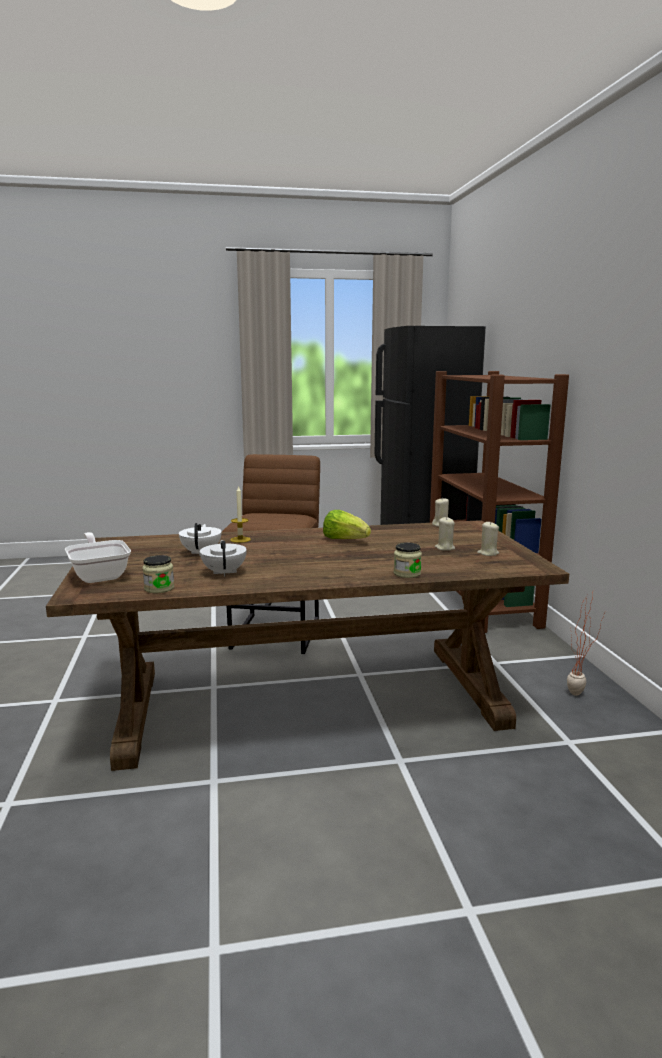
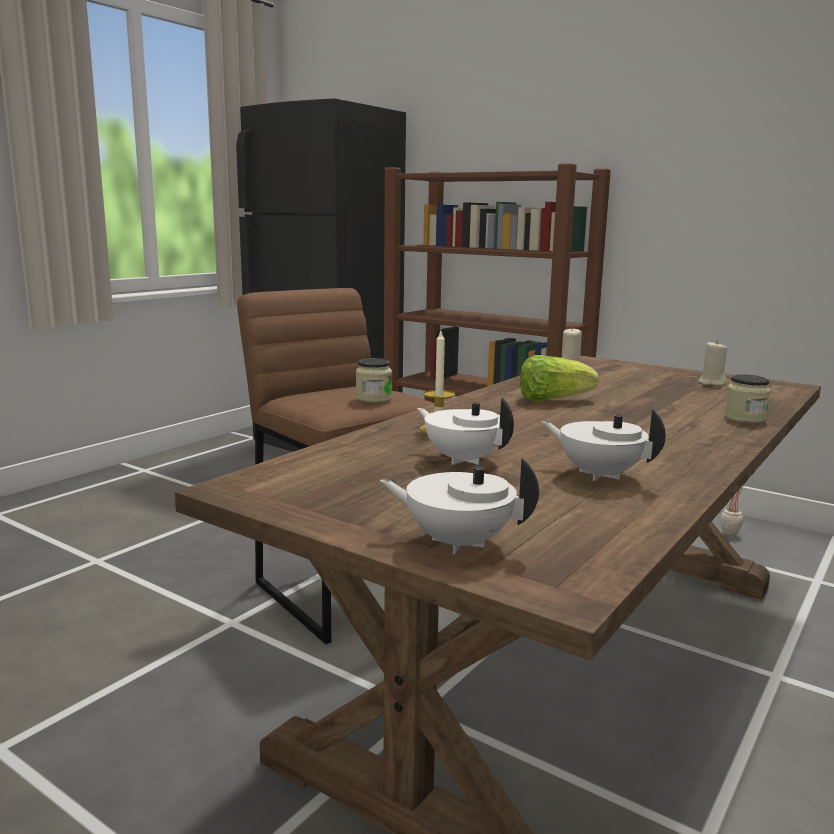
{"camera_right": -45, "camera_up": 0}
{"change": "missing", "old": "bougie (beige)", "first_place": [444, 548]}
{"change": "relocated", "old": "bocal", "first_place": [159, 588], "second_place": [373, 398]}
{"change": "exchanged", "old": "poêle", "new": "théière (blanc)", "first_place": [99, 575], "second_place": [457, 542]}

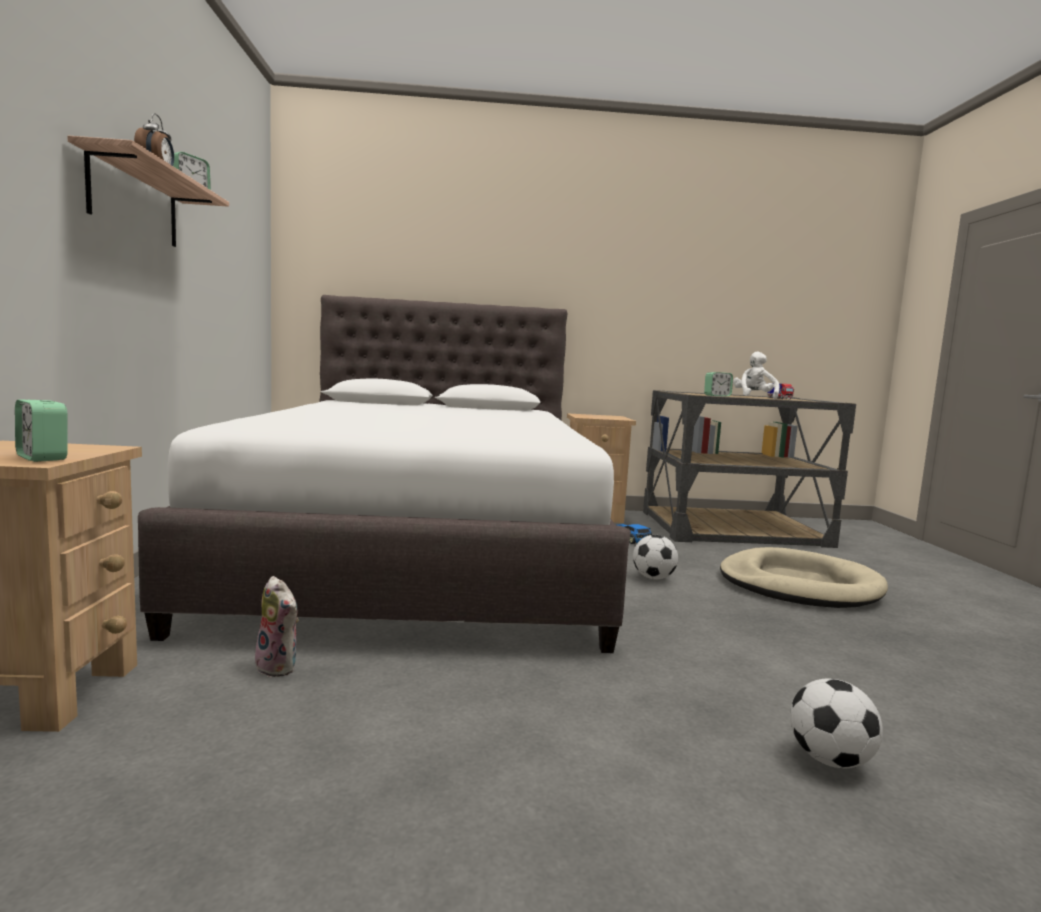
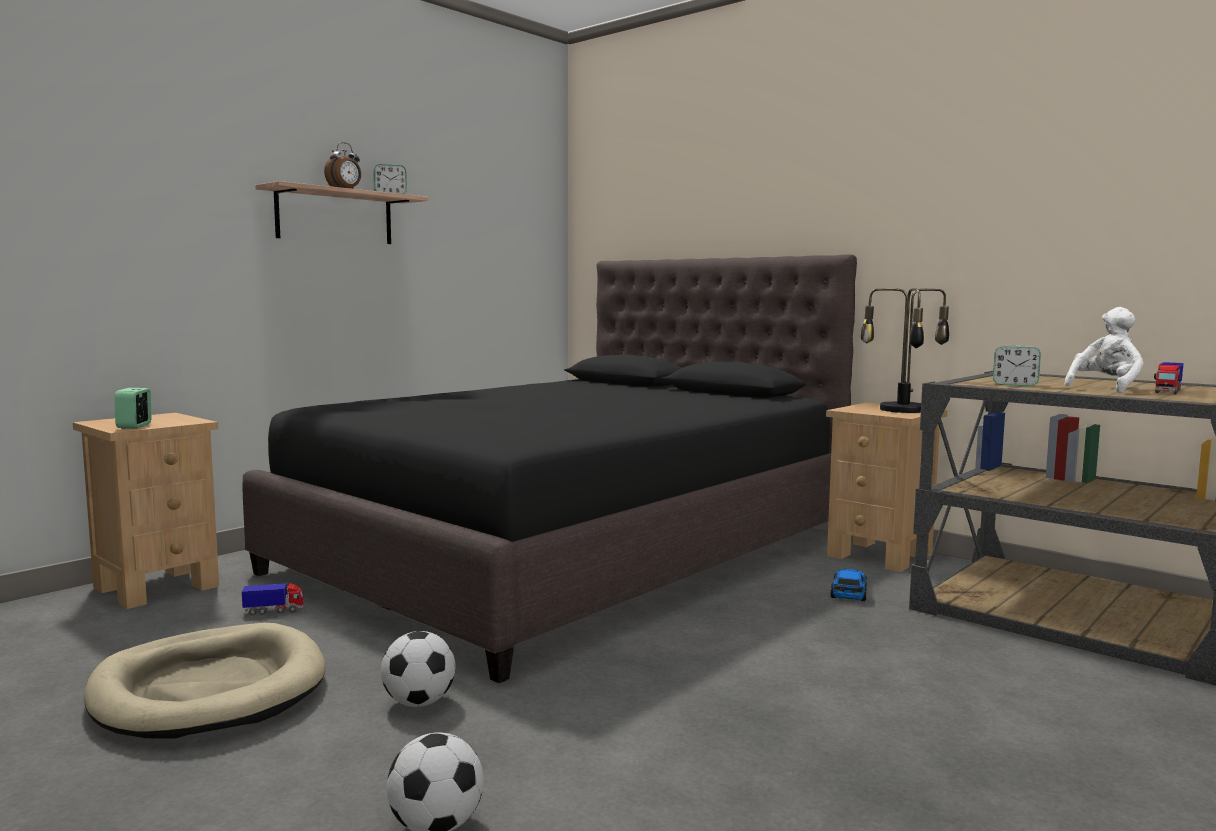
{"camera_right": 45, "camera_up": 0}
{"change": "appeared", "new": "lampe de table", "second_place": [902, 410]}
{"change": "relocated", "old": "ballon de foot", "first_place": [653, 578], "second_place": [419, 702]}
{"change": "relocated", "old": "panier pour chien (beige)", "first_place": [798, 585], "second_place": [209, 689]}
{"change": "exchanged", "old": "peluche", "new": "camion jouet", "first_place": [280, 666], "second_place": [274, 611]}
{"change": "colour", "old": "lit (blanc)", "new": "lit (noir)", "first_place": [422, 550], "second_place": [572, 553]}

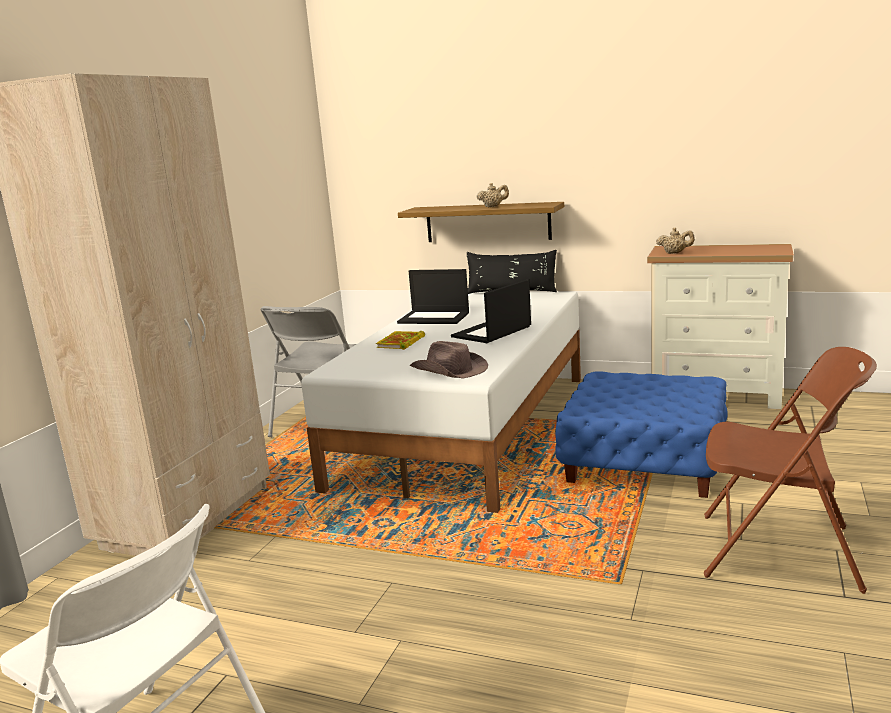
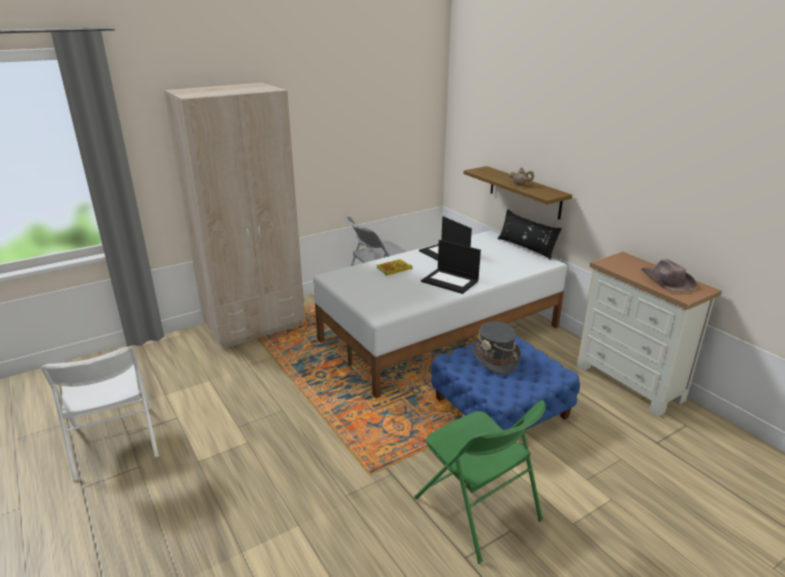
{"camera_right": 35, "camera_up": 10}
{"change": "missing", "old": "théière (beige)", "first_place": [675, 253]}
{"change": "appeared", "new": "chapeau (gris)", "second_place": [495, 358]}
{"change": "relocated", "old": "chapeau (marron)", "first_place": [449, 370], "second_place": [666, 281]}
{"change": "colour", "old": "chaise (marron)", "new": "chaise (vert)", "first_place": [777, 551], "second_place": [476, 509]}
{"change": "spun", "old": "ordinateur portable", "first_place": [491, 332], "second_place": [450, 281], "degrees": -135}

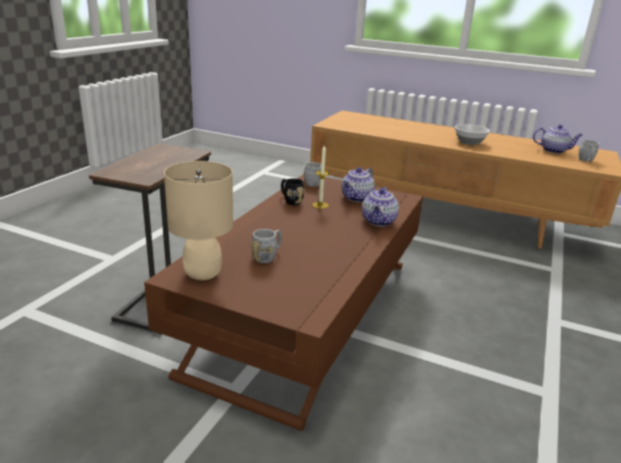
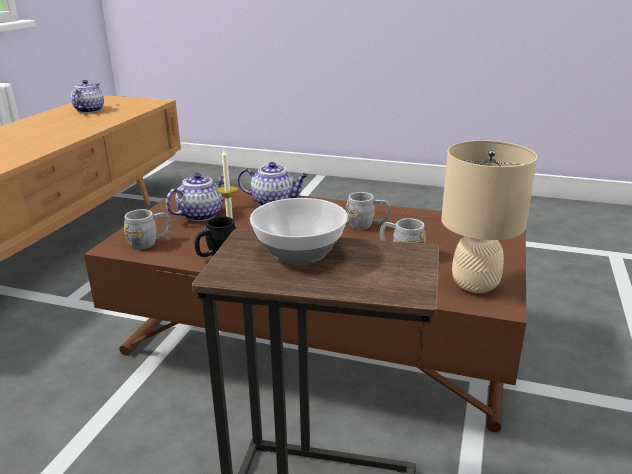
{"camera_right": -95, "camera_up": 0}
{"change": "relocated", "old": "bol", "first_place": [470, 142], "second_place": [301, 252]}
{"change": "relocated", "old": "mug (gris)", "first_place": [586, 161], "second_place": [367, 225]}
{"change": "spun", "old": "théière", "first_place": [356, 198], "second_place": [201, 214], "degrees": -75}

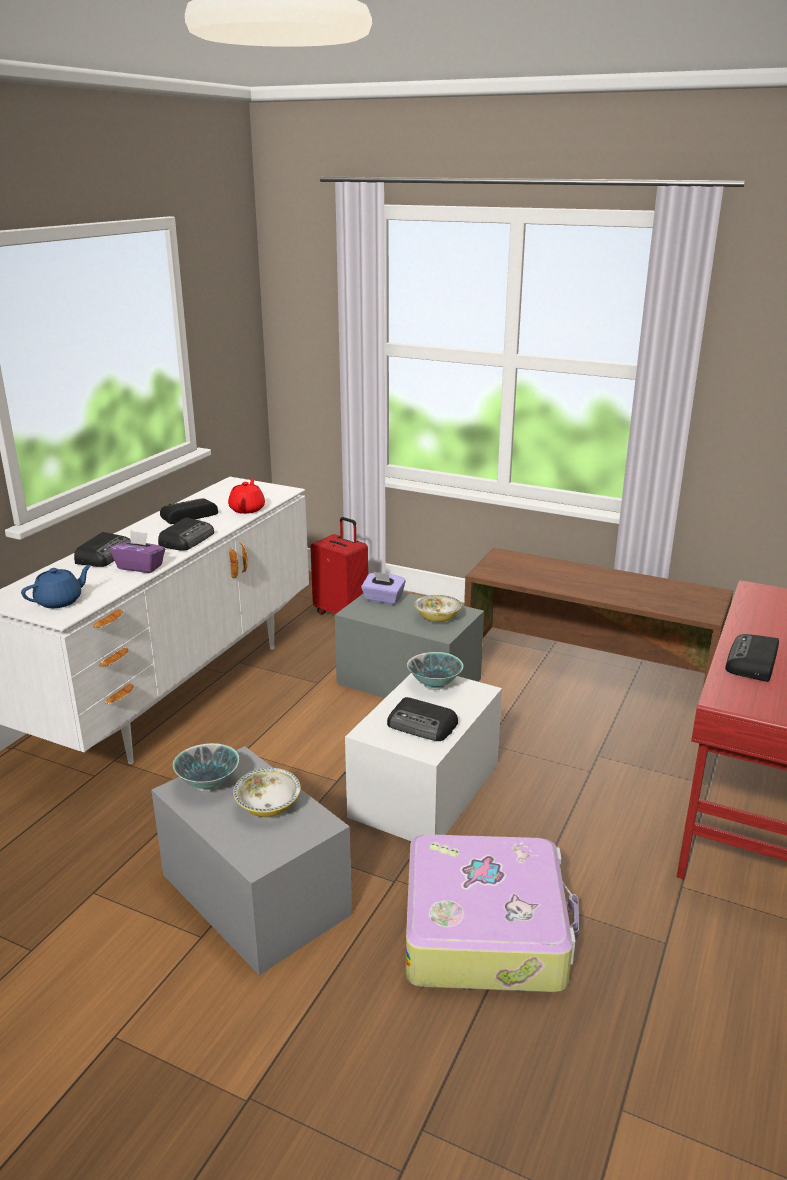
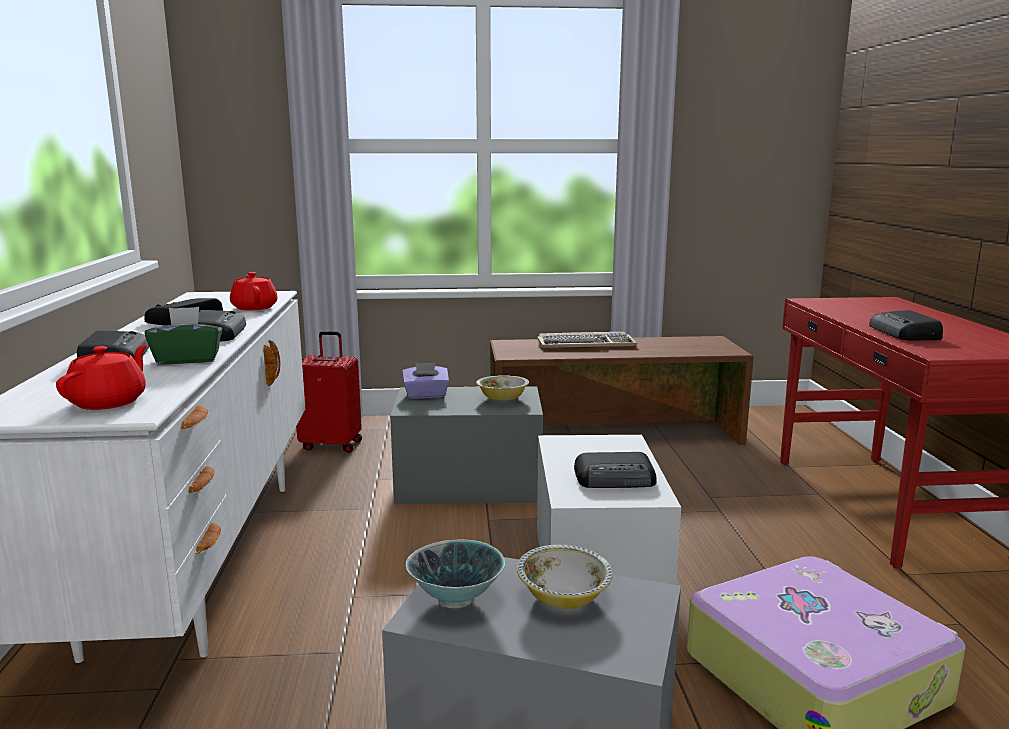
{"camera_right": -30, "camera_up": -10}
{"change": "missing", "old": "bol", "first_place": [435, 685]}
{"change": "appeared", "new": "clavier", "second_place": [586, 344]}
{"change": "colour", "old": "théière (bleu)", "new": "théière (rouge)", "first_place": [60, 601], "second_place": [109, 402]}
{"change": "colour", "old": "boîte à mouchoirs (violet)", "new": "boîte à mouchoirs (vert)", "first_place": [140, 567], "second_place": [188, 359]}

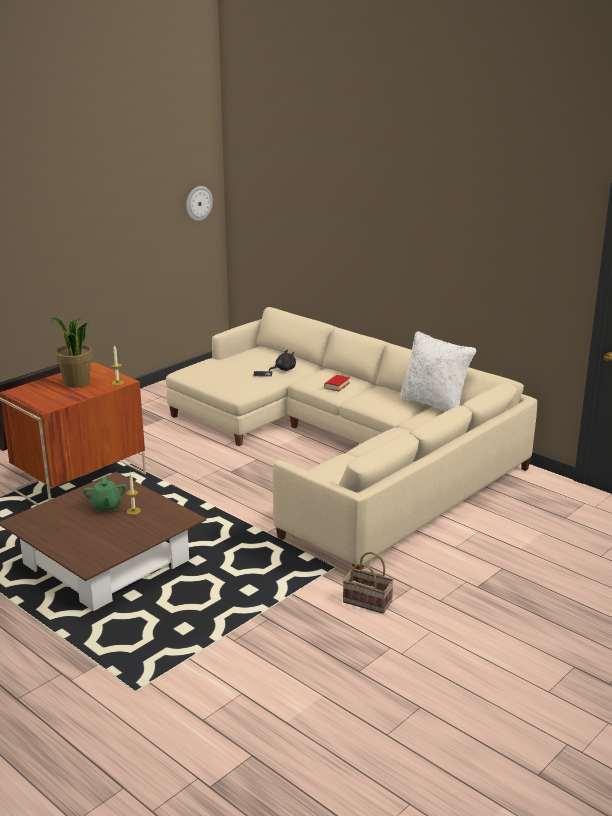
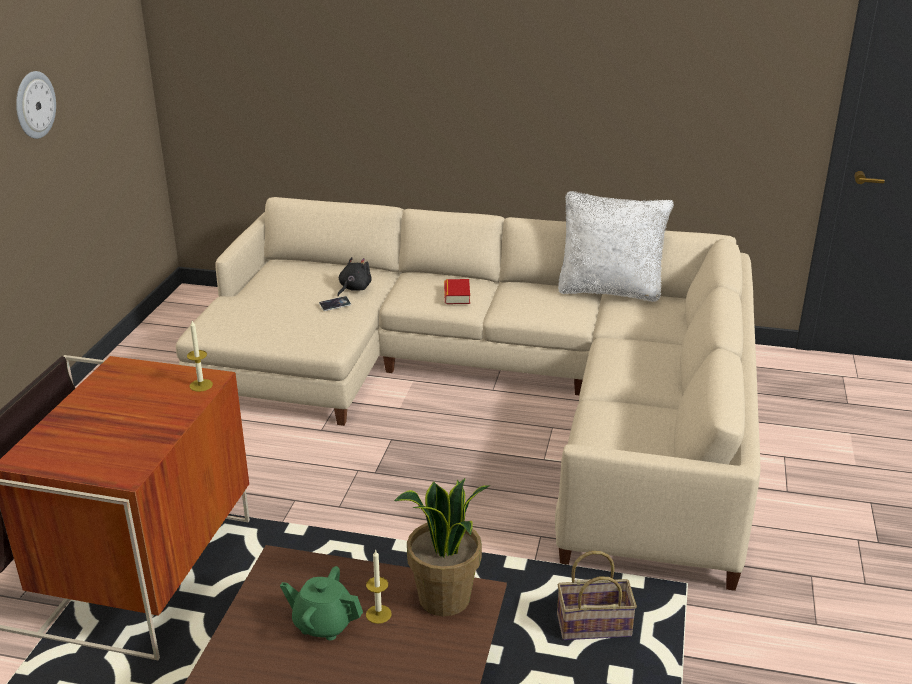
{"camera_right": -30, "camera_up": 5}
{"change": "relocated", "old": "plante en pot", "first_place": [76, 383], "second_place": [444, 599]}
{"change": "relocated", "old": "horloge murale", "first_place": [198, 203], "second_place": [34, 105]}
{"change": "relocated", "old": "panier", "first_place": [369, 601], "second_place": [595, 624]}
{"change": "spun", "old": "théière (vert)", "first_place": [106, 507], "second_place": [323, 624], "degrees": 150}

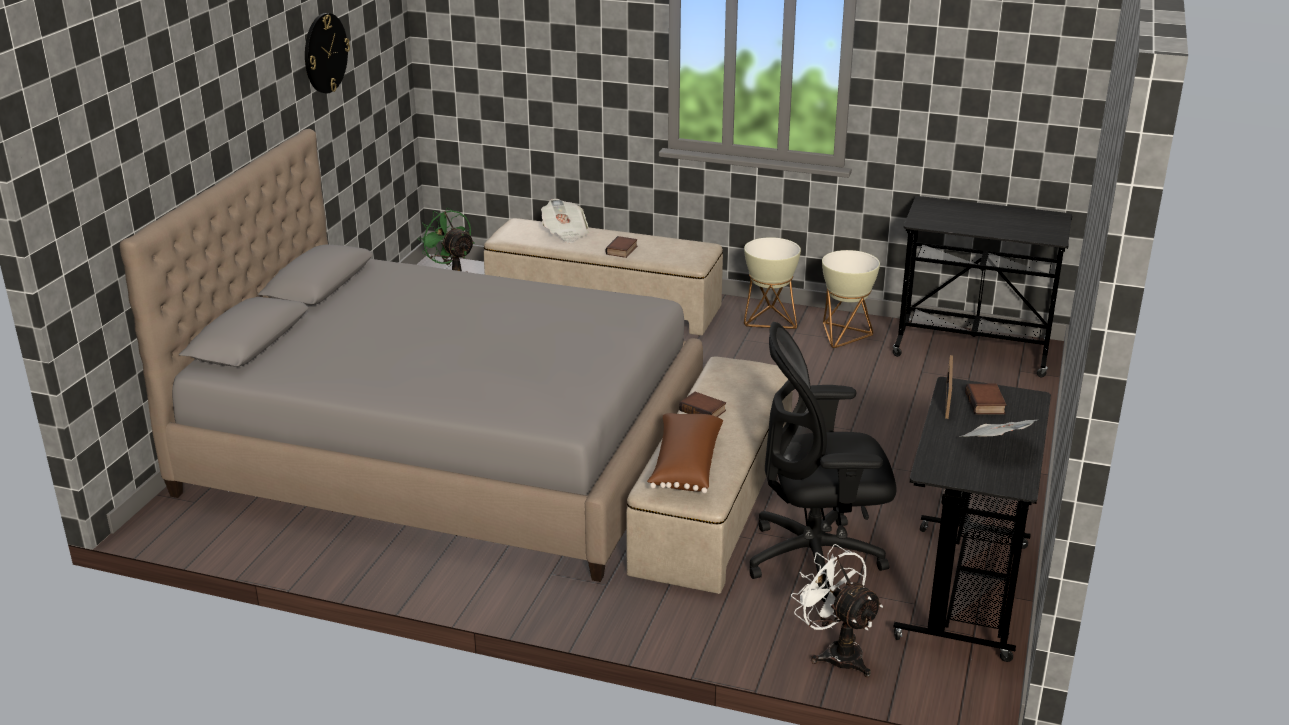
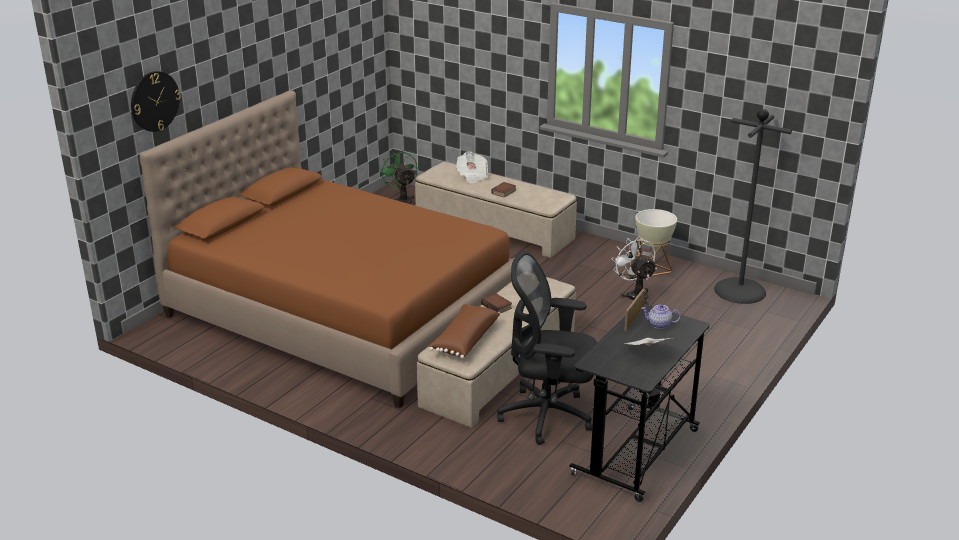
{"camera_right": 15, "camera_up": 0}
{"change": "missing", "old": "cache-pot", "first_place": [768, 320]}
{"change": "relocated", "old": "horloge murale", "first_place": [325, 53], "second_place": [154, 101]}
{"change": "relocated", "old": "ventilateur (blanc)", "first_place": [836, 653], "second_place": [635, 295]}
{"change": "exchanged", "old": "bureau (noir)", "new": "portant (noir)", "first_place": [972, 348], "second_place": [740, 291]}
{"change": "exchanged", "old": "livre", "new": "théière", "first_place": [986, 403], "second_place": [659, 324]}
{"change": "colour", "old": "lit (gris)", "new": "lit (marron)", "first_place": [445, 452], "second_place": [342, 312]}

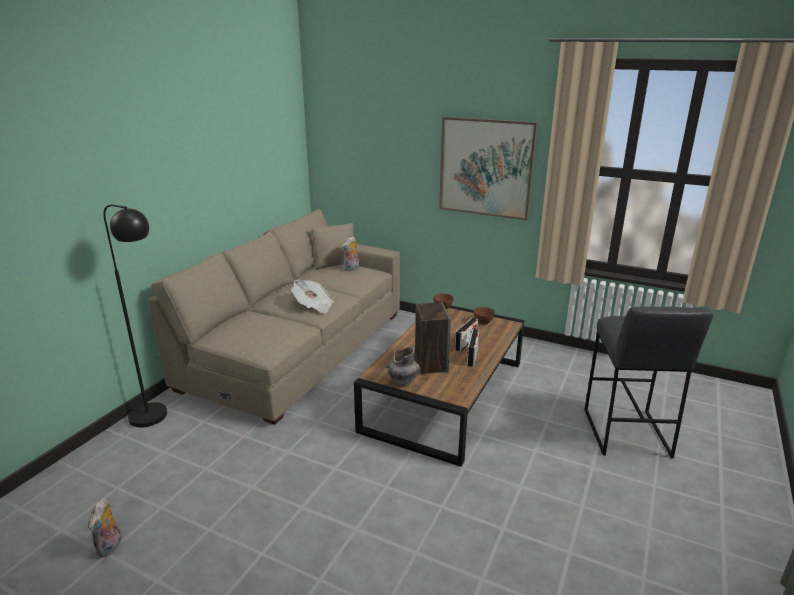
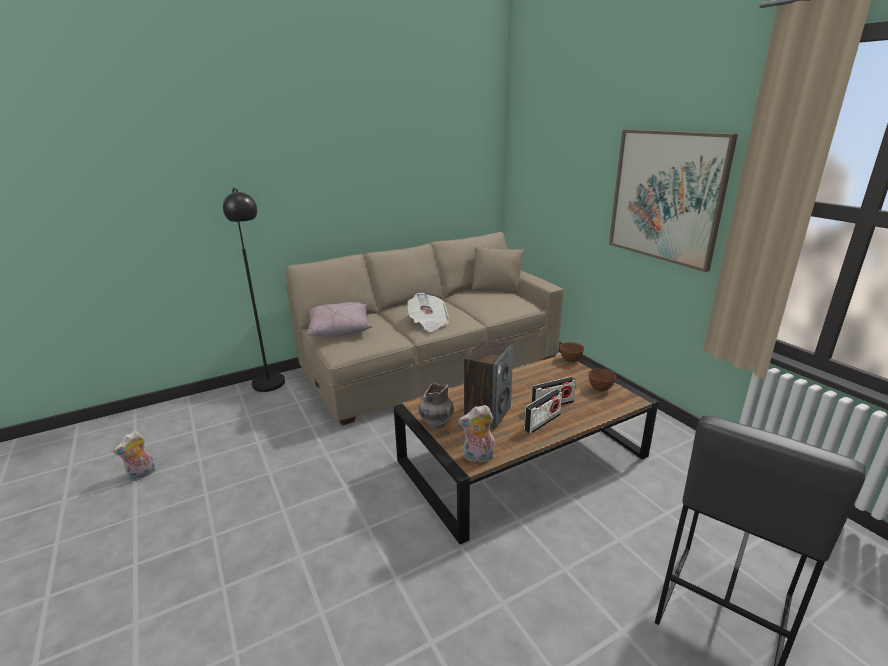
{"camera_right": 35, "camera_up": 0}
{"change": "appeared", "new": "coussin (violet)", "second_place": [339, 329]}
{"change": "relocated", "old": "peluche", "first_place": [351, 269], "second_place": [478, 458]}

